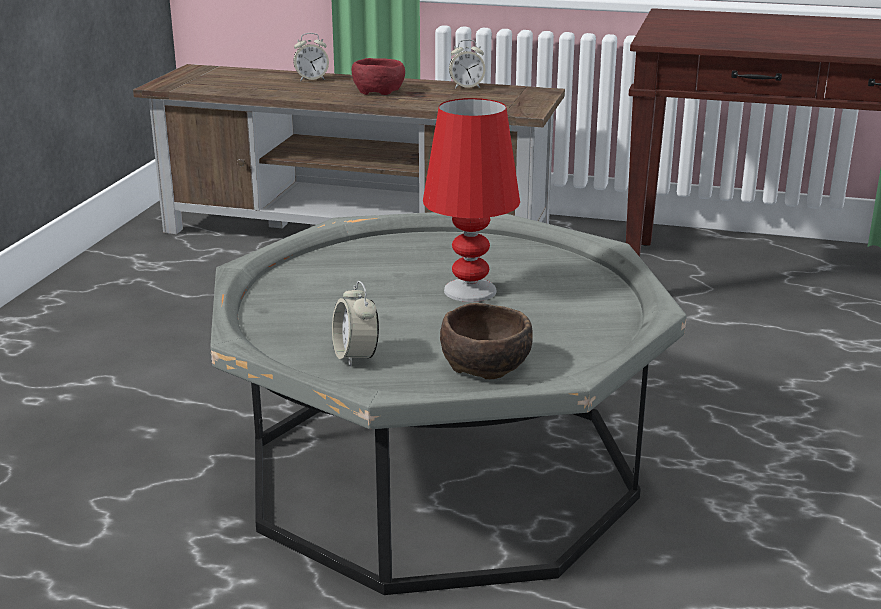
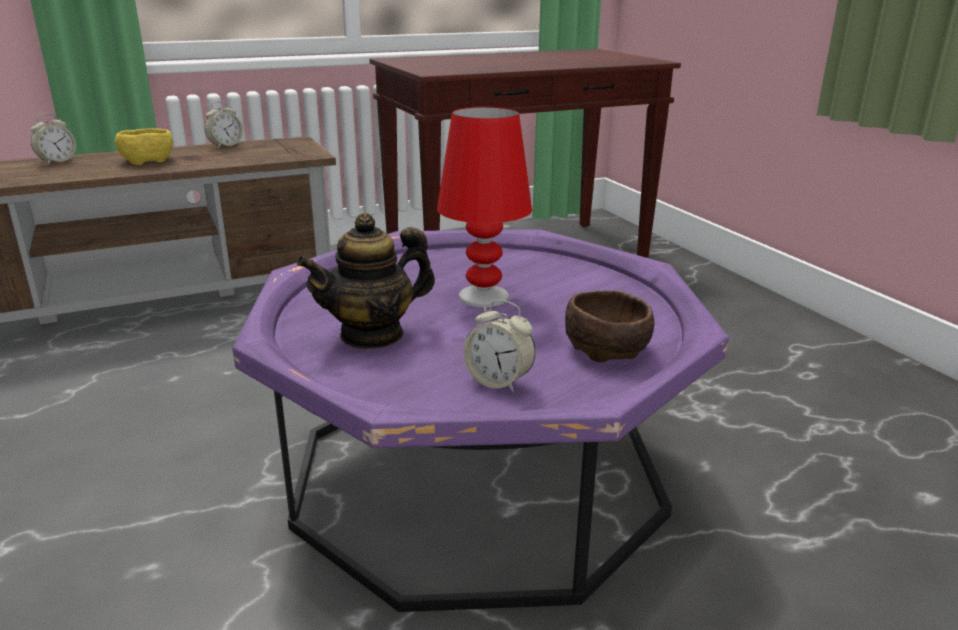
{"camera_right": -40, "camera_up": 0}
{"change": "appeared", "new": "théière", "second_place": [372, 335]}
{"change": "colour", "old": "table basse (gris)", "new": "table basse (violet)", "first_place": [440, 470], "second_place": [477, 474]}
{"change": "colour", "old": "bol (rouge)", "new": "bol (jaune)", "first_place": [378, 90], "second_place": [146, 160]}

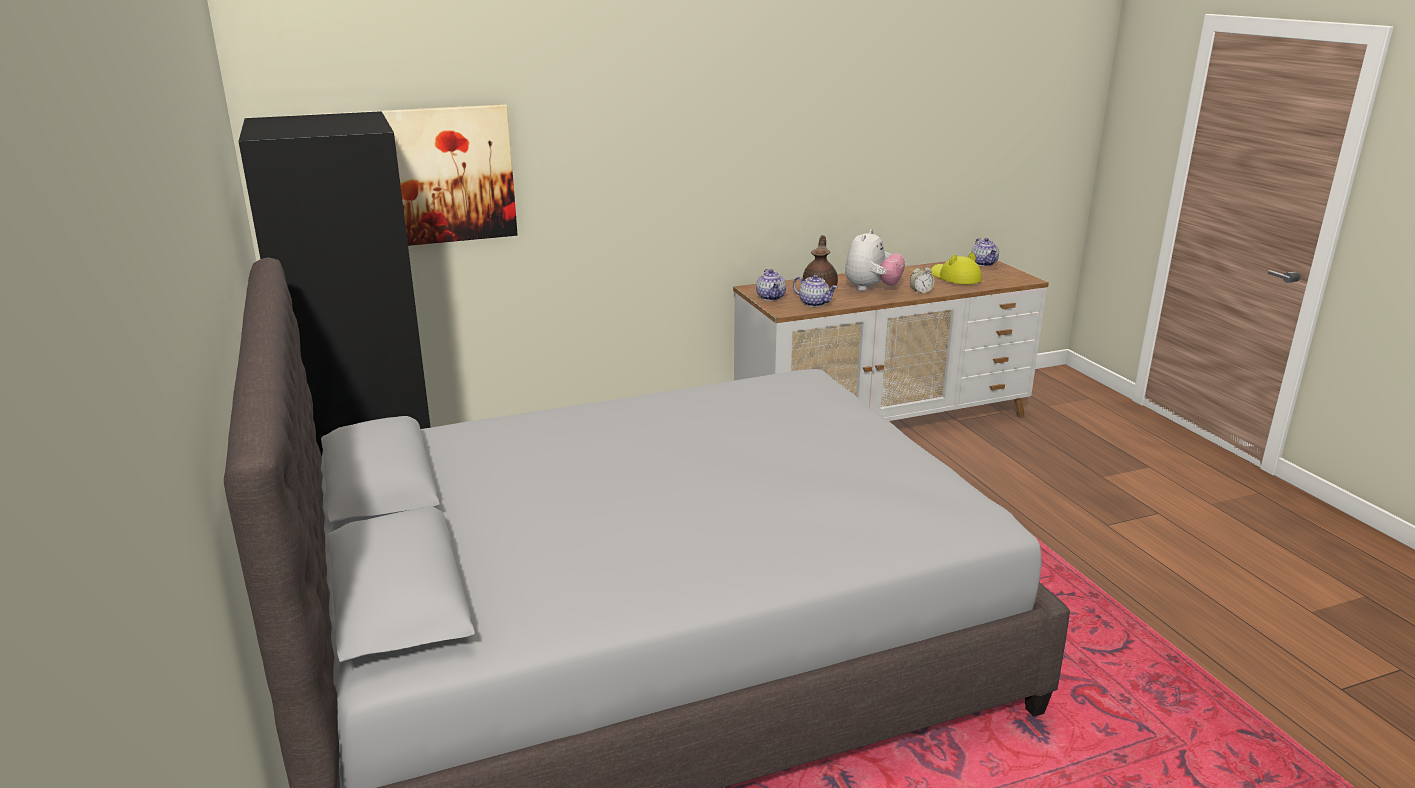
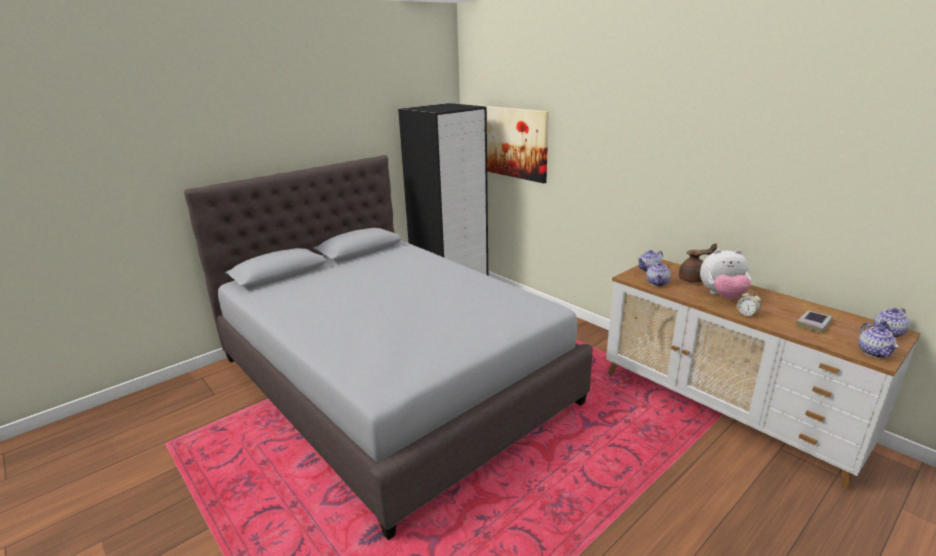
{"camera_right": 70, "camera_up": 0}
{"change": "appeared", "new": "théière", "second_place": [874, 352]}
{"change": "exchanged", "old": "chapeau (jaune)", "new": "livre", "first_place": [955, 278], "second_place": [813, 324]}

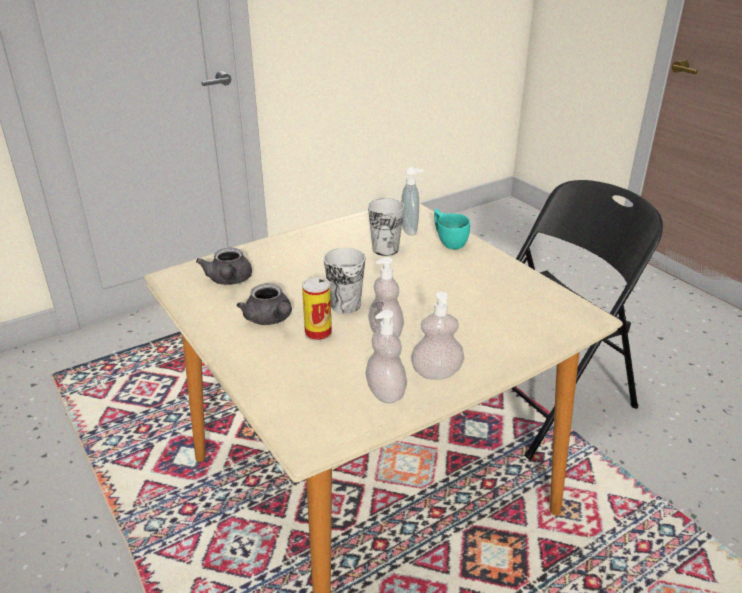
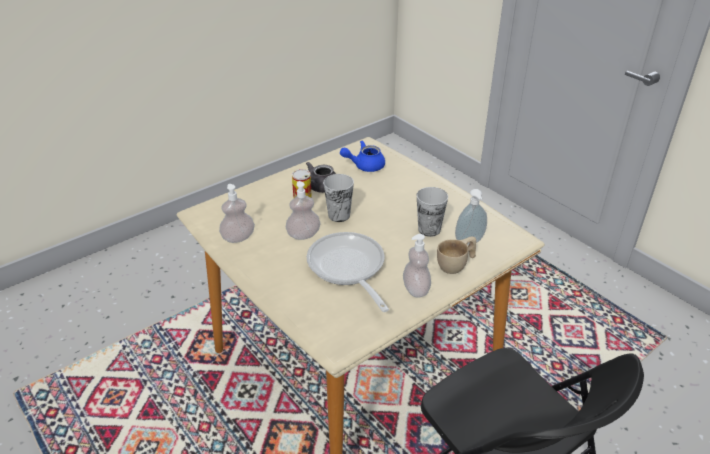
{"camera_right": 85, "camera_up": 5}
{"change": "appeared", "new": "poêle", "second_place": [348, 269]}
{"change": "relocated", "old": "distributeur de savon", "first_place": [436, 373], "second_place": [416, 289]}
{"change": "colour", "old": "théière (gris)", "new": "théière (bleu)", "first_place": [229, 281], "second_place": [364, 166]}
{"change": "colour", "old": "tasse (turquoise)", "new": "tasse (beige)", "first_place": [449, 241], "second_place": [456, 265]}

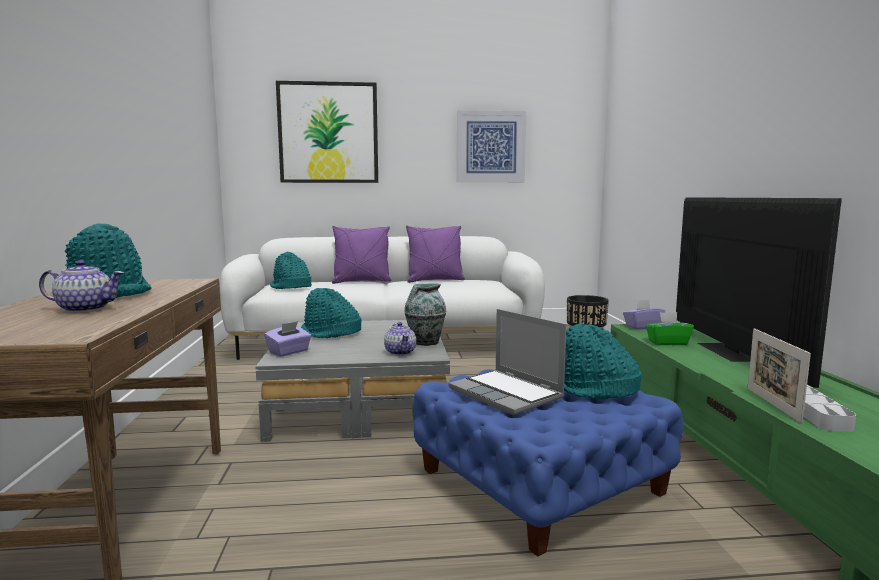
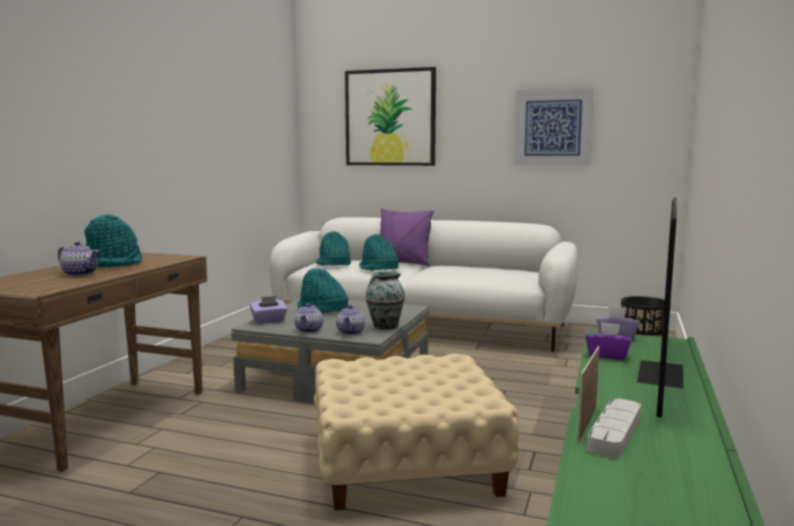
{"camera_right": 25, "camera_up": 0}
{"change": "missing", "old": "coussin (violet)", "first_place": [435, 280]}
{"change": "missing", "old": "ordinateur portable", "first_place": [507, 394]}
{"change": "appeared", "new": "théière", "second_place": [309, 330]}
{"change": "relocated", "old": "chapeau (turquoise)", "first_place": [594, 389], "second_place": [378, 268]}
{"change": "colour", "old": "pouf (bleu)", "new": "pouf (beige)", "first_place": [539, 481], "second_place": [406, 462]}
{"change": "colour", "old": "boîte à mouchoirs (vert)", "new": "boîte à mouchoirs (violet)", "first_place": [667, 342], "second_place": [608, 355]}

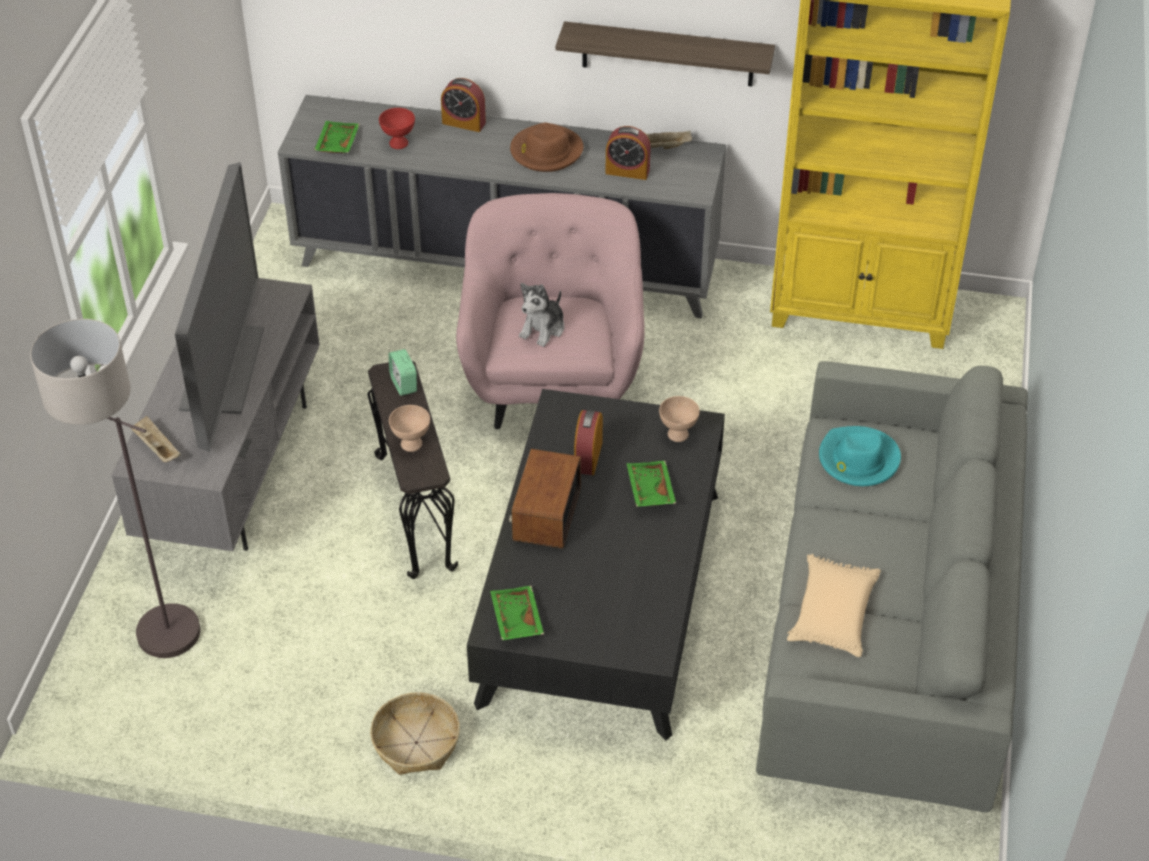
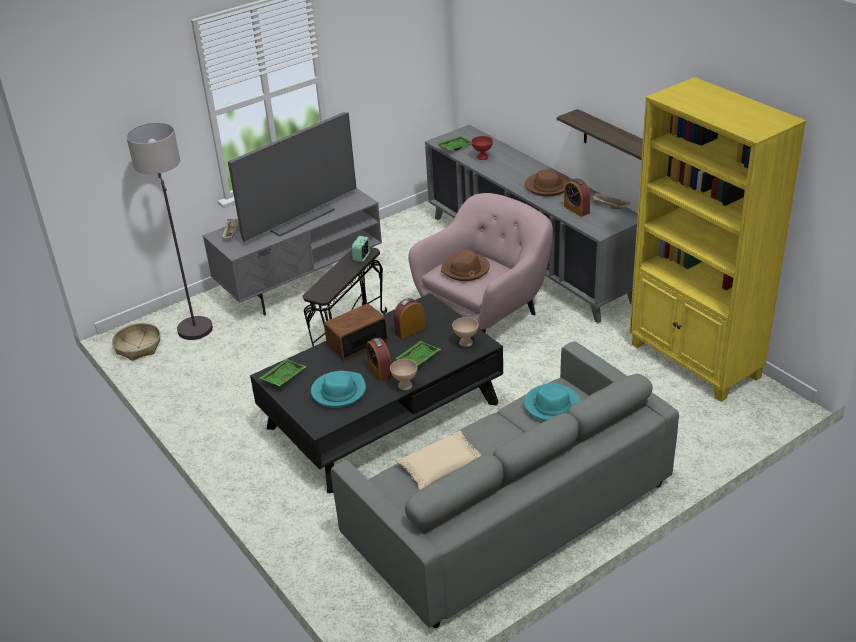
{"camera_right": 45, "camera_up": -10}
{"change": "appeared", "new": "chapeau (turquoise)", "second_place": [338, 391]}
{"change": "relocated", "old": "panier", "first_place": [416, 743], "second_place": [138, 347]}
{"change": "relocated", "old": "bol (beige)", "first_place": [411, 444], "second_place": [404, 385]}
{"change": "relocated", "old": "réveil", "first_place": [464, 123], "second_place": [379, 371]}
{"change": "exchanged", "old": "peluche", "new": "chapeau (marron)", "first_place": [543, 329], "second_place": [465, 269]}

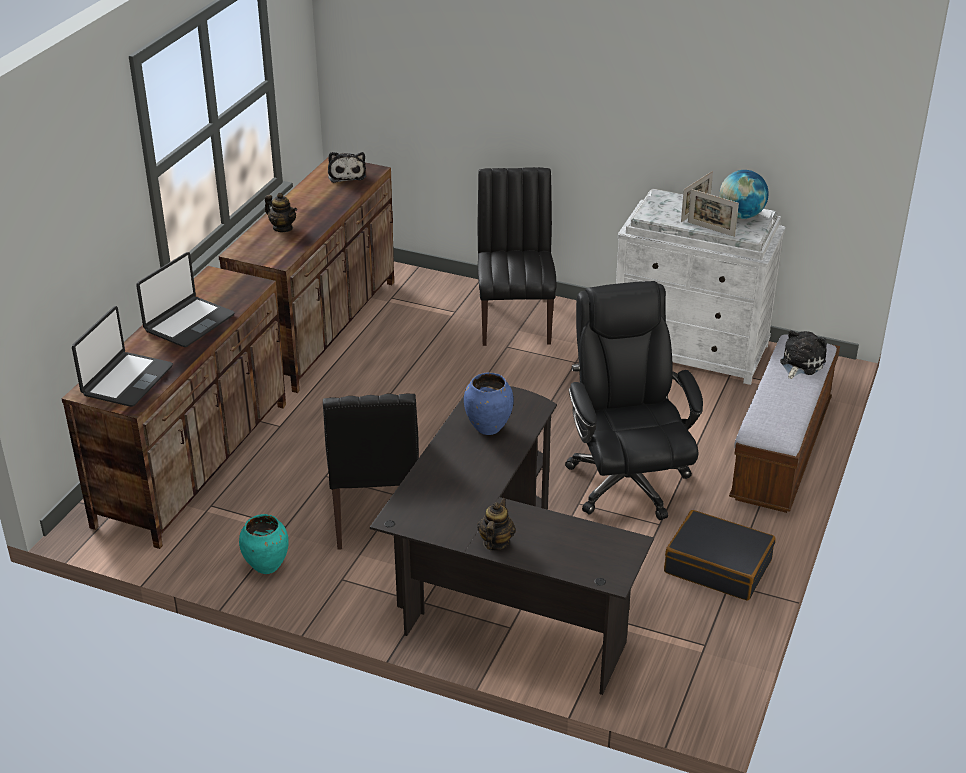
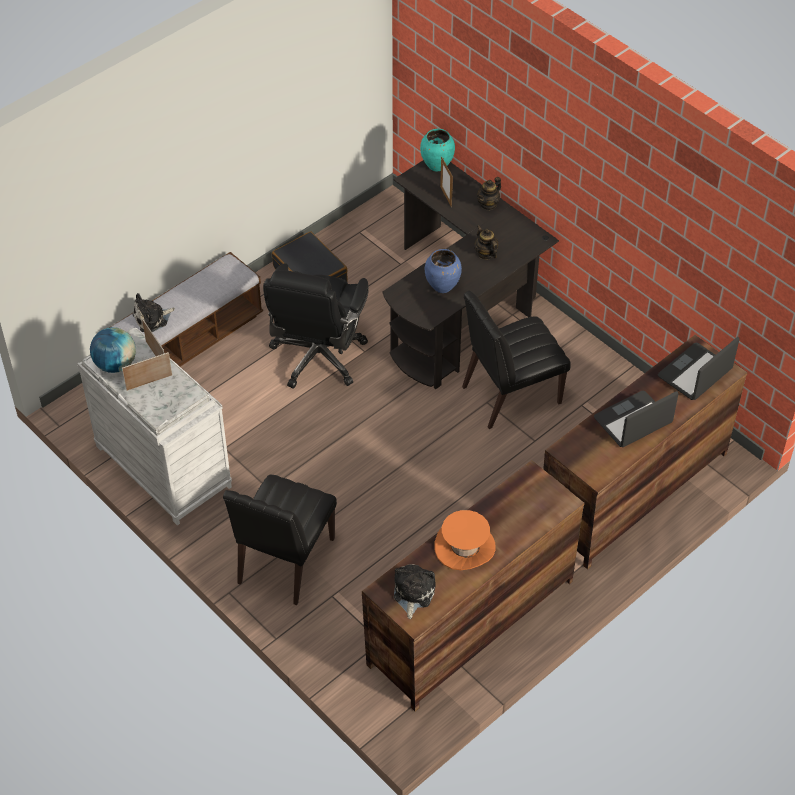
{"camera_right": -155, "camera_up": 15}
{"change": "appeared", "new": "chapeau (orange)", "second_place": [465, 547]}
{"change": "appeared", "new": "cadre photo", "second_place": [446, 196]}
{"change": "relocated", "old": "vase (turquoise)", "first_place": [267, 566], "second_place": [436, 165]}
{"change": "relocated", "old": "théière", "first_place": [282, 228], "second_place": [485, 254]}
{"change": "spun", "old": "chaise (noir)", "first_place": [375, 512], "second_place": [511, 394], "degrees": -135}

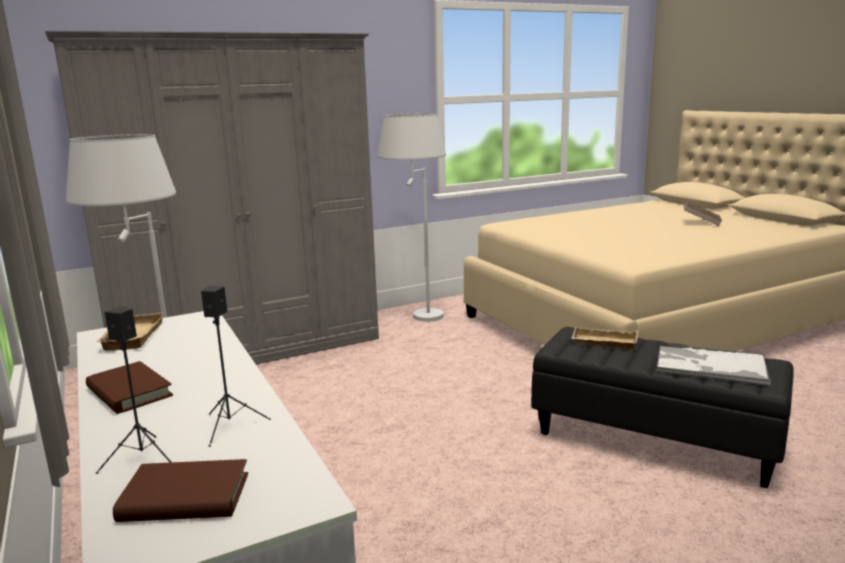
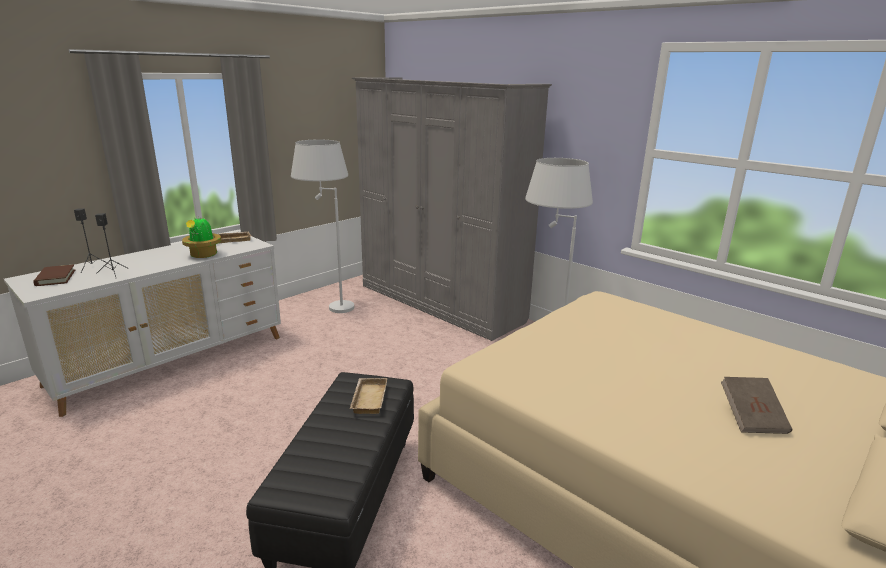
{"camera_right": 70, "camera_up": 5}
{"change": "missing", "old": "livre (marron)", "first_place": [129, 392]}
{"change": "missing", "old": "plateau", "first_place": [709, 365]}
{"change": "appeared", "new": "plante en pot", "second_place": [203, 255]}

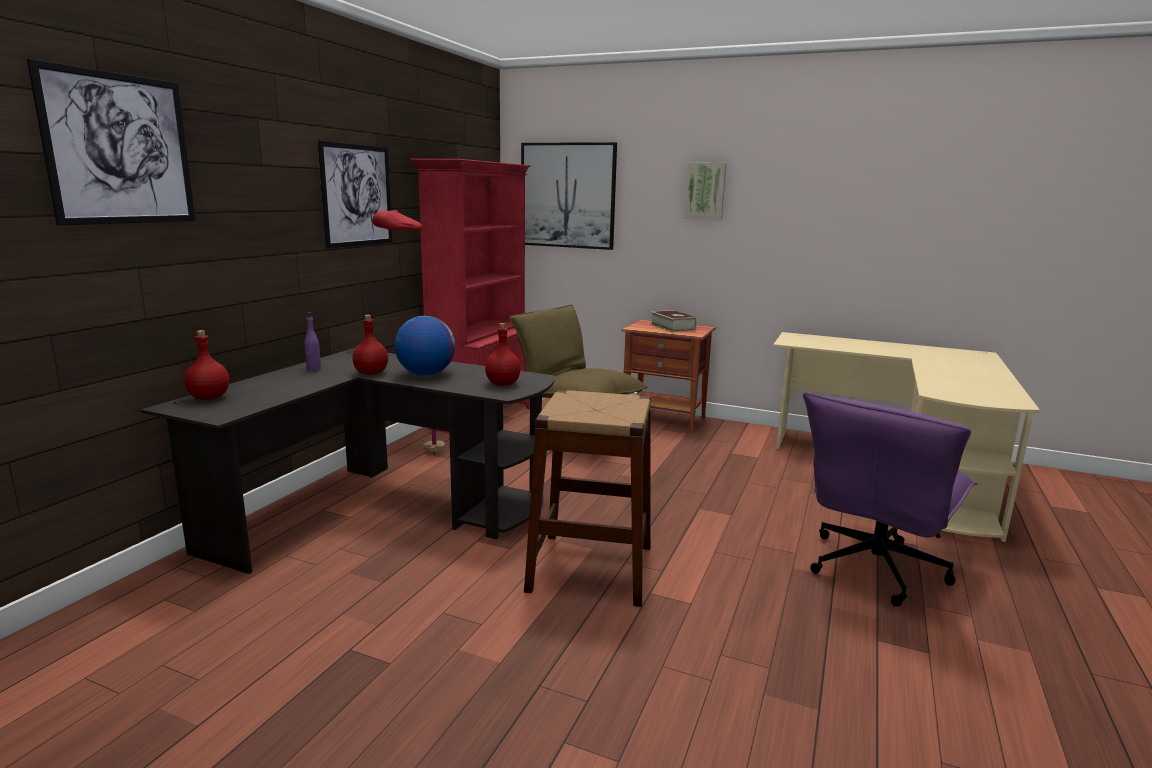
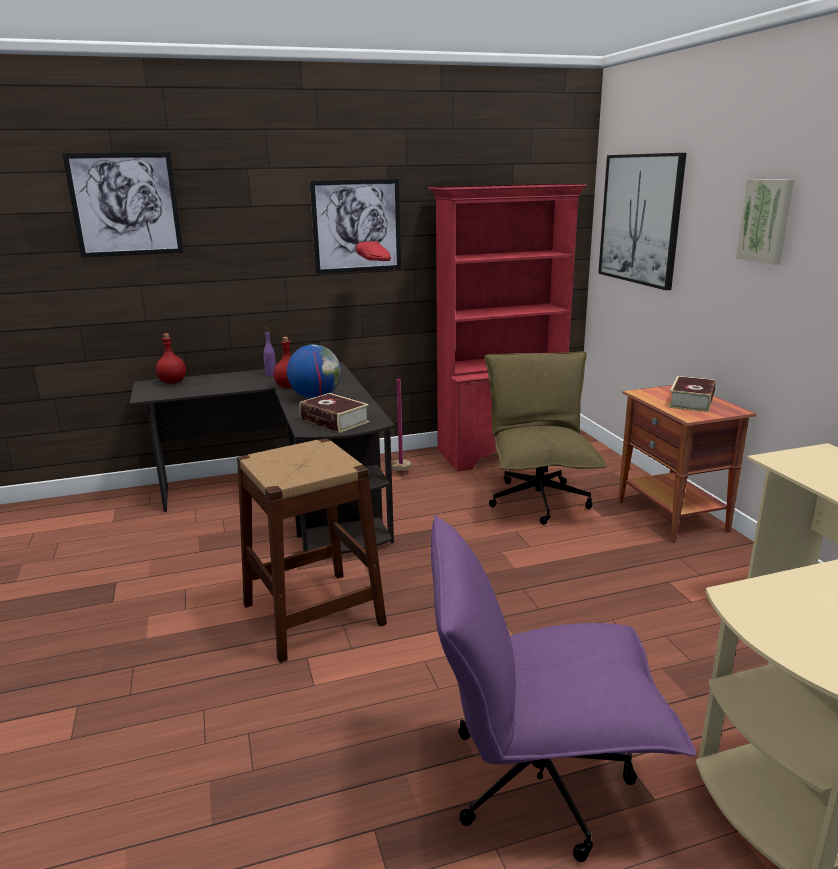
{"camera_right": 50, "camera_up": 5}
{"change": "exchanged", "old": "bouteille (rouge)", "new": "livre", "first_place": [502, 384], "second_place": [334, 420]}

